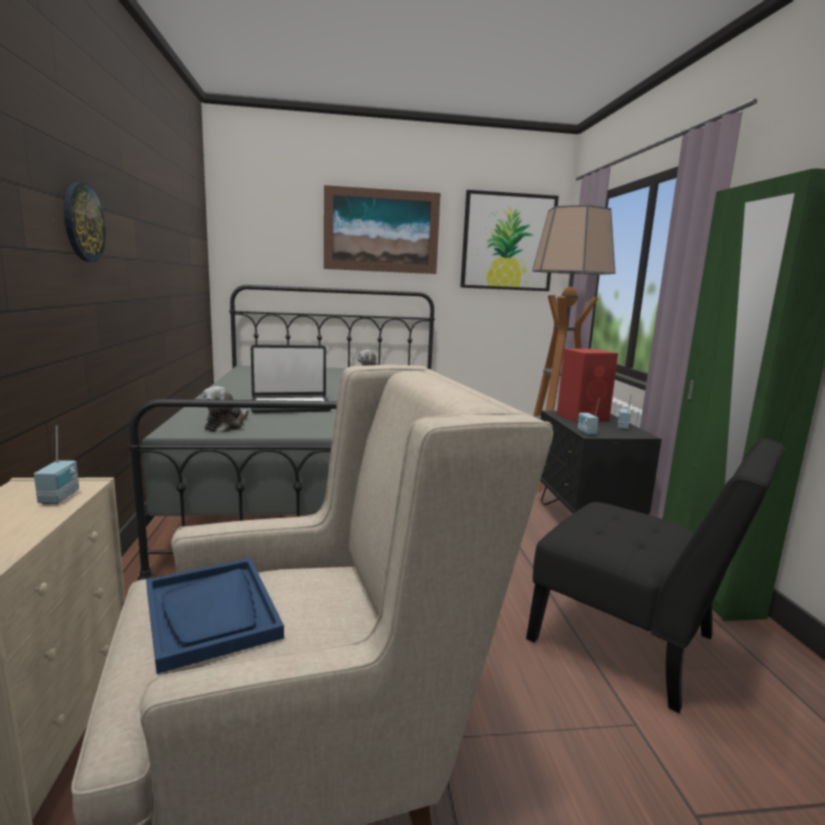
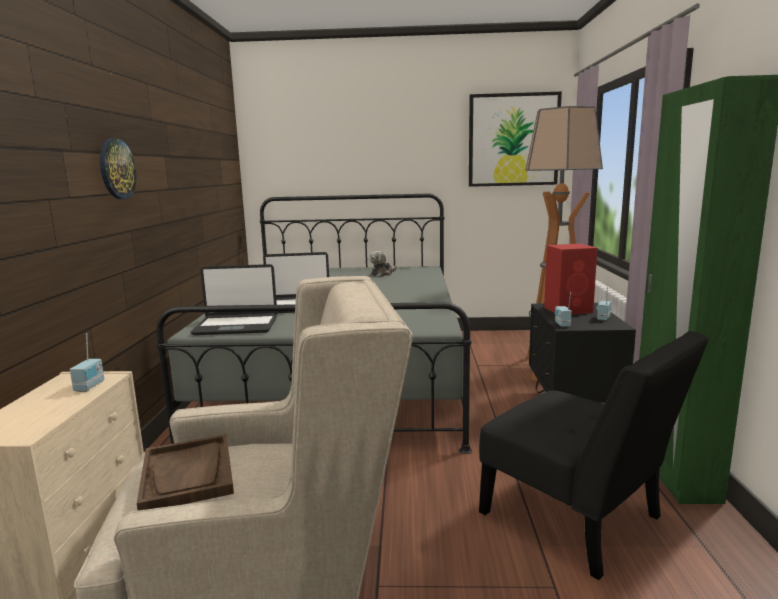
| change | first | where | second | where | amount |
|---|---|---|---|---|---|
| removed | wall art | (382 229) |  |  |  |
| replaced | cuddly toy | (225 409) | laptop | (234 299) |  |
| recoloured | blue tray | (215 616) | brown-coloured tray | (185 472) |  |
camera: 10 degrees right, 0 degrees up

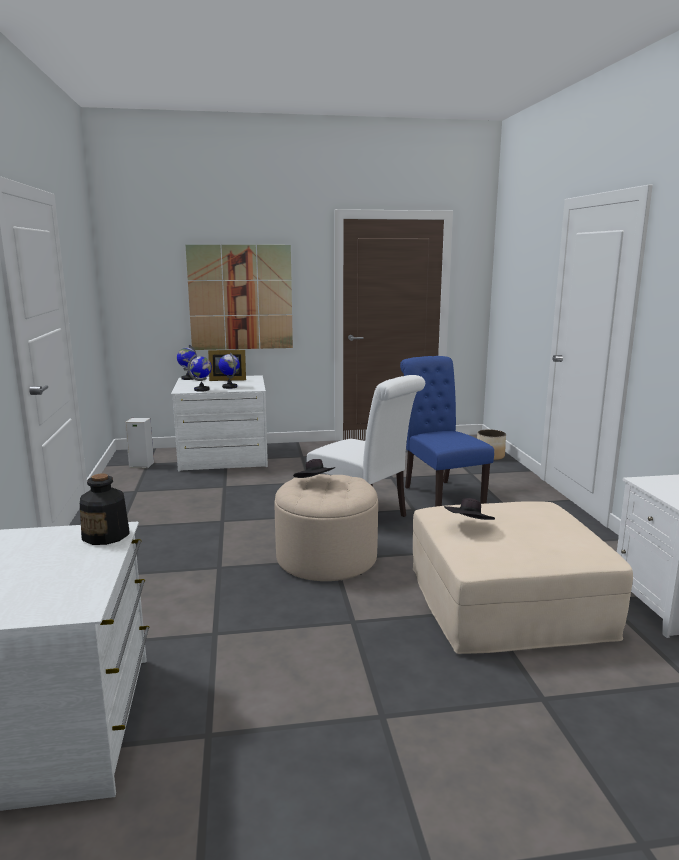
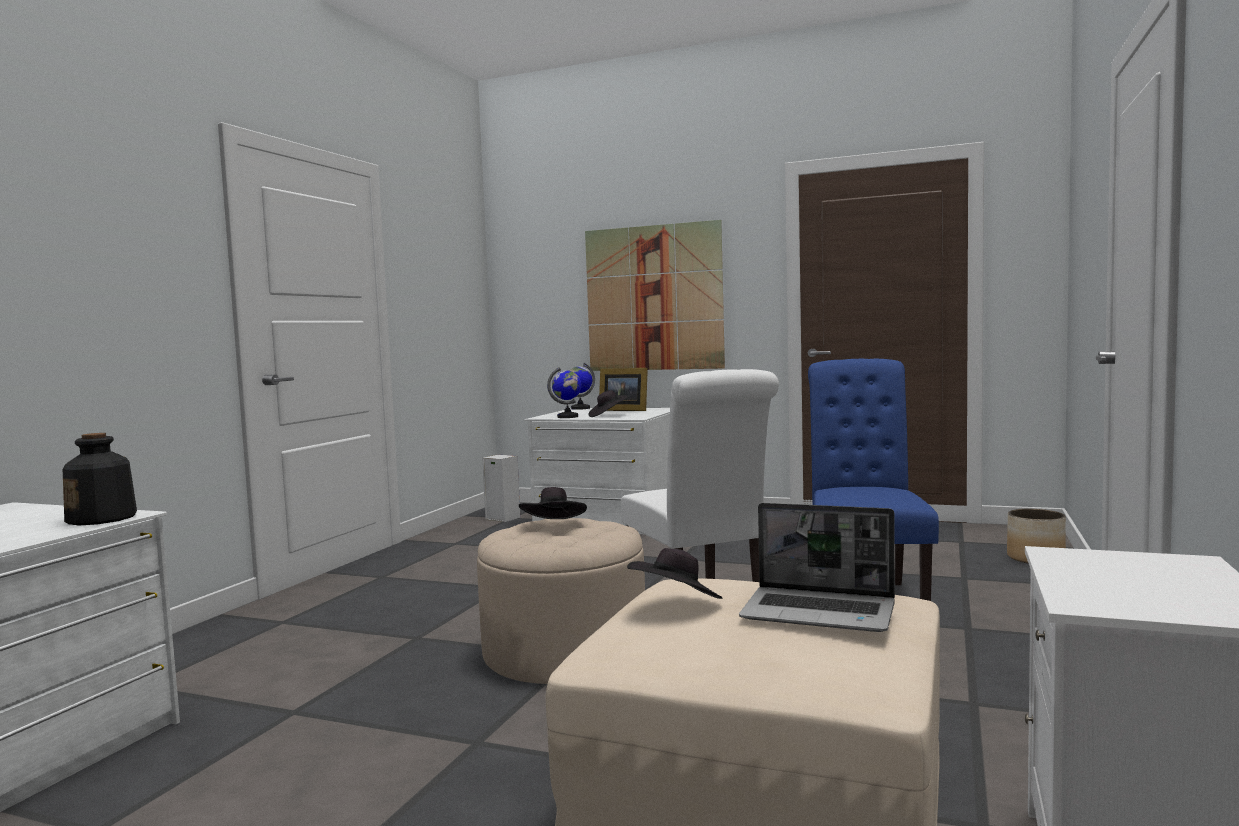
| change | first | where | second | where | amount |
|---|---|---|---|---|---|
| replaced | desk globe | (229 370) | black hat | (608 403) |  |
| added |  |  | laptop | (817 567) |  |
camera: 30 degrees right, 10 degrees down

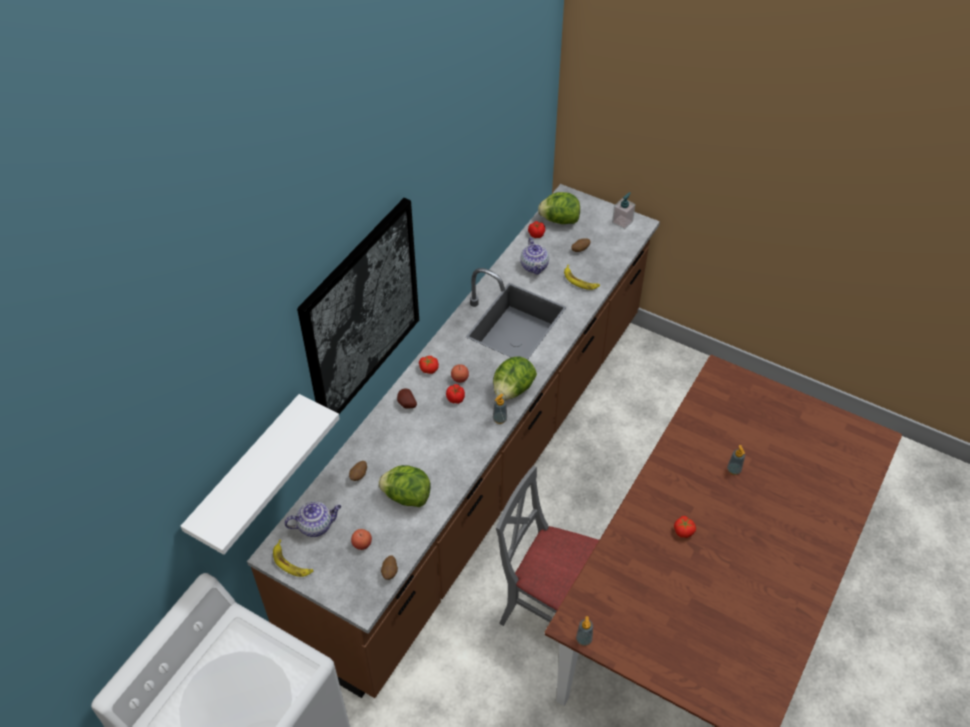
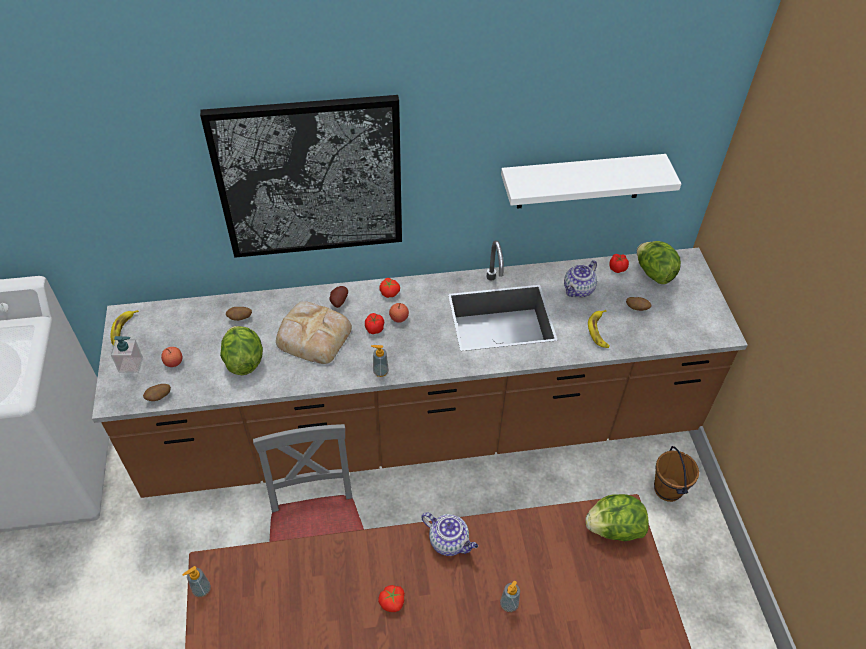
| change | first | where | second | where | amount |
|---|---|---|---|---|---|
| moved | soap bottle | (624 211) |  | (127 354) |  |
| moved | lettuce head | (515 378) |  | (617 517) |  |
| moved | white bracket shelf | (260 474) |  | (591 181) |  |
| moved | teapot | (312 519) |  | (450 534) |  |
| added |  |  | bread | (314 332) |  |
| added |  |  | brown-coloured water bucket | (676 474) |  |
camera: 50 degrees right, 0 degrees up

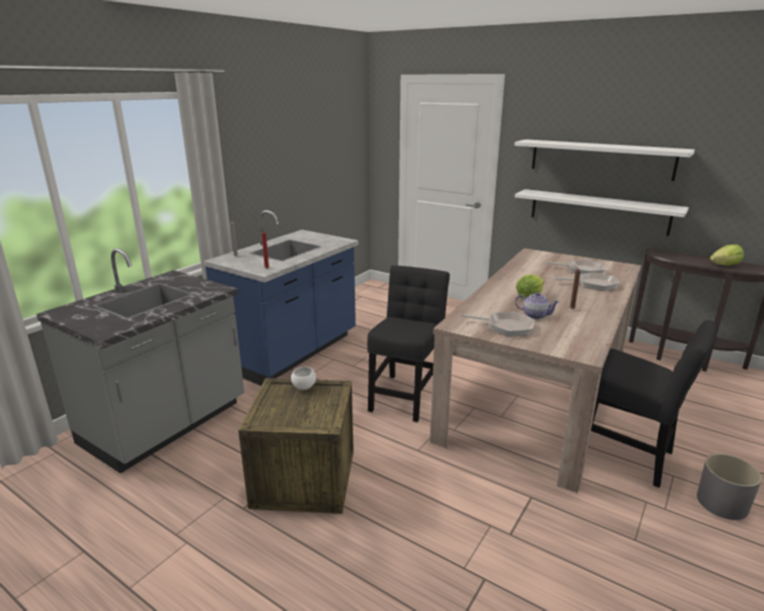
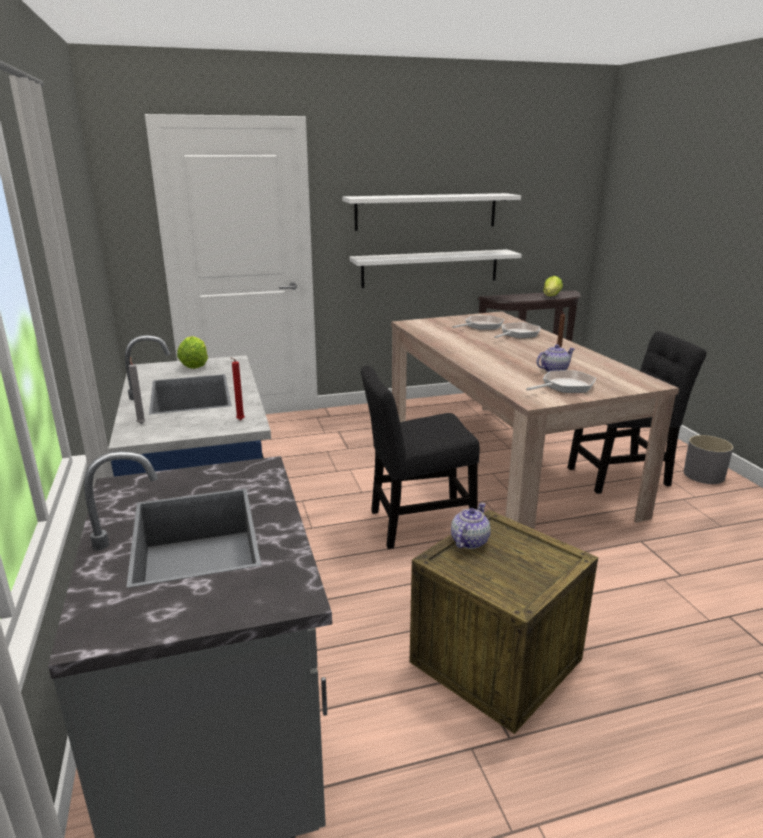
| change | first | where | second | where | amount |
|---|---|---|---|---|---|
| turned | black upright chair | (408 343) |  | (420 457) | 75 degrees counterclockwise |
| moved | lettuce head | (530 286) |  | (192 352) |  |
| replaced | white bowl | (303 378) | teapot | (471 526) |  |
camera: 50 degrees left, 0 degrees up

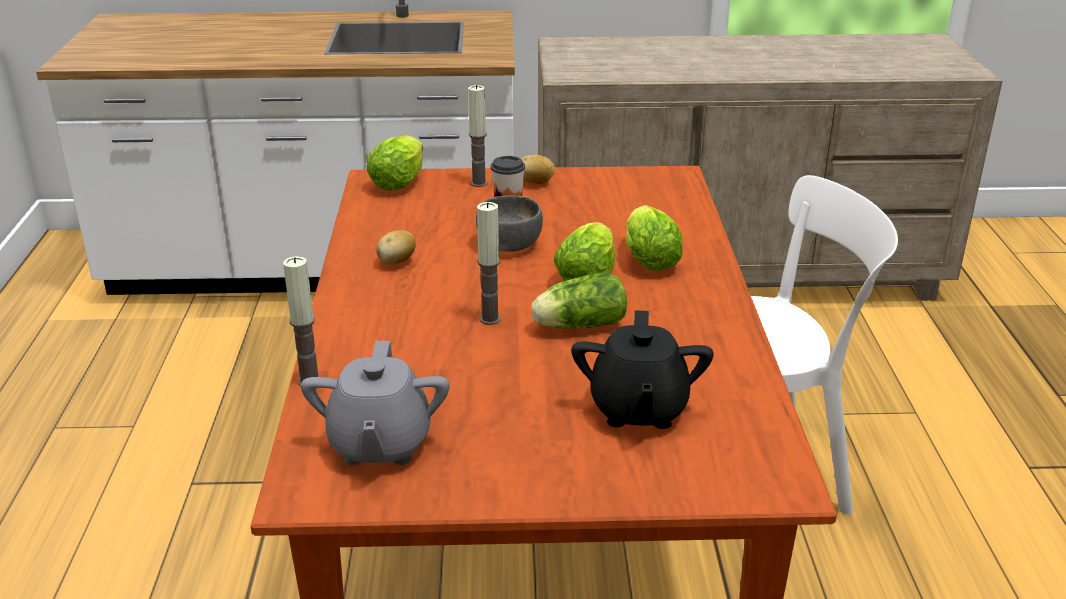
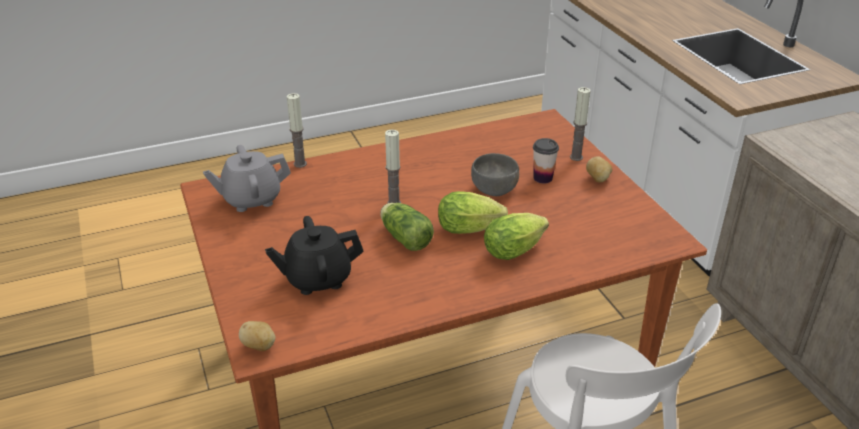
| change | first | where | second | where | amount |
|---|---|---|---|---|---|
| removed | lettuce head | (394 163) |  |  |  |
| moved | whole potato | (396 247) |  | (257 336) |  |
camera: 70 degrees right, 5 degrees up

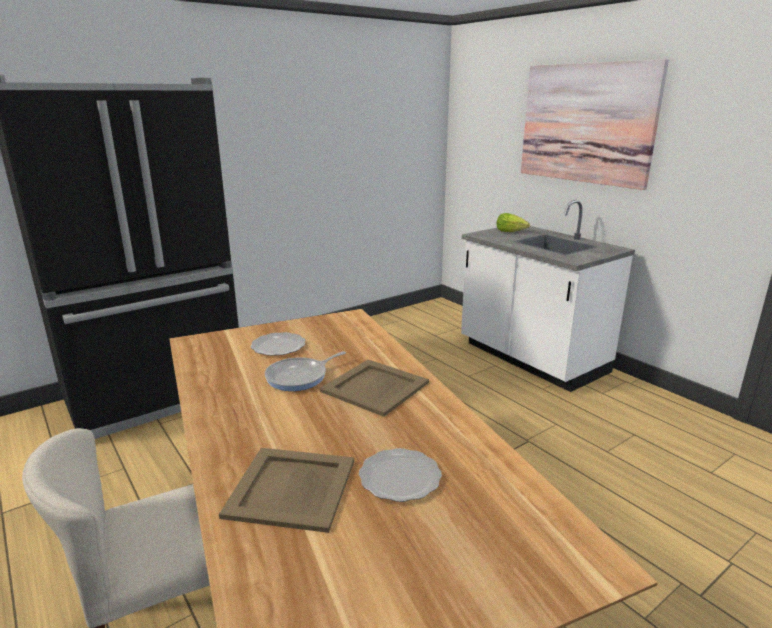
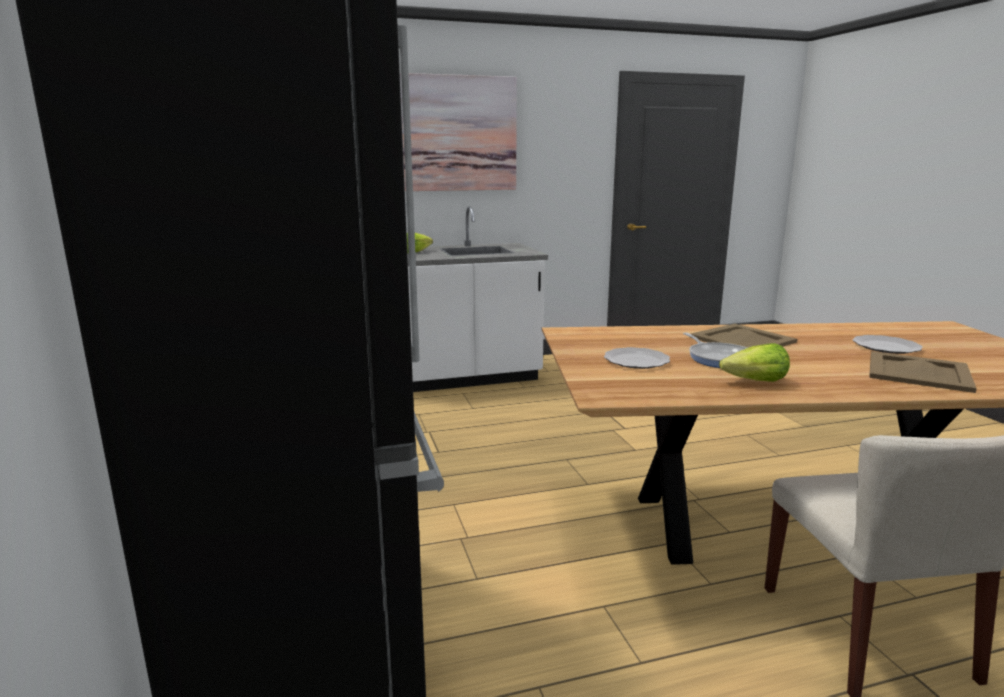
| change | first | where | second | where | amount |
|---|---|---|---|---|---|
| added |  |  | lettuce head | (754 362) |  |
camera: 70 degrees left, 5 degrees down

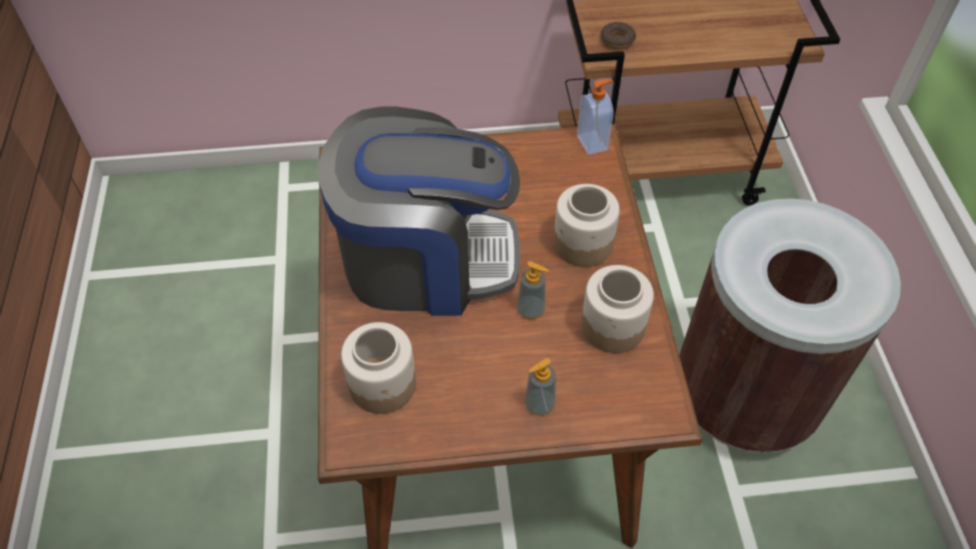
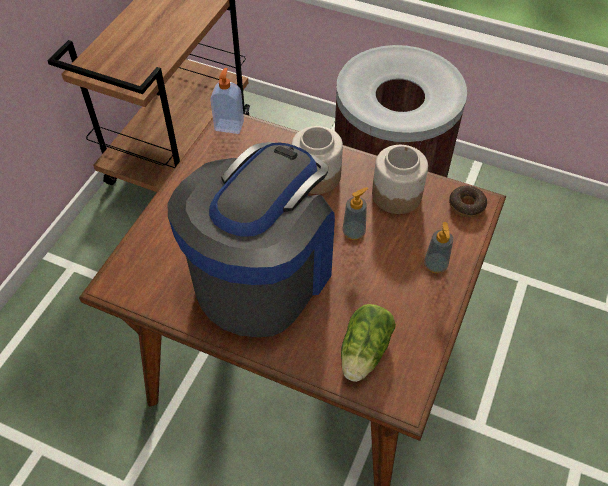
| change | first | where | second | where | amount |
|---|---|---|---|---|---|
| moved | donut | (618 35) |  | (468 201) |  |
| replaced | jar | (378 368) | lettuce head | (368 343) |  |
camera: 60 degrees left, 0 degrees up

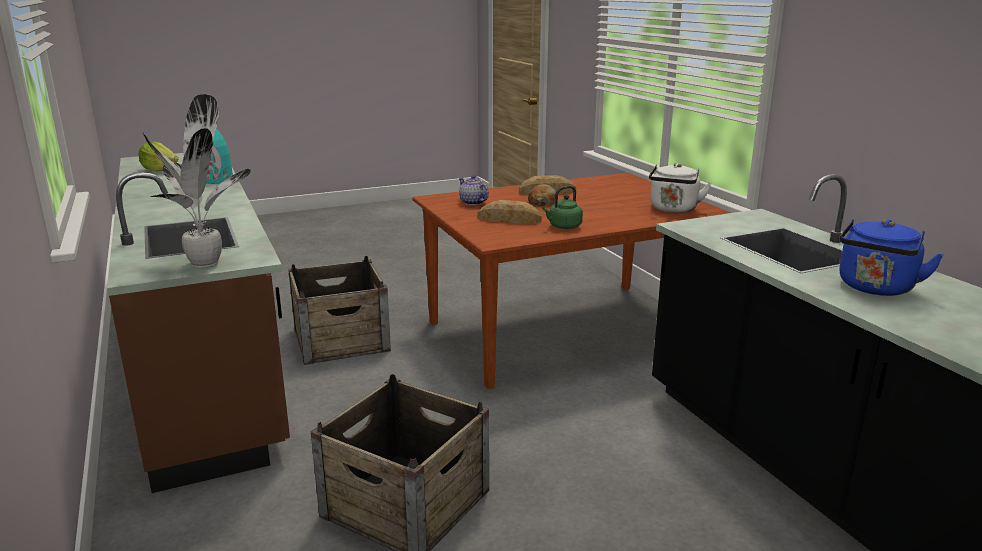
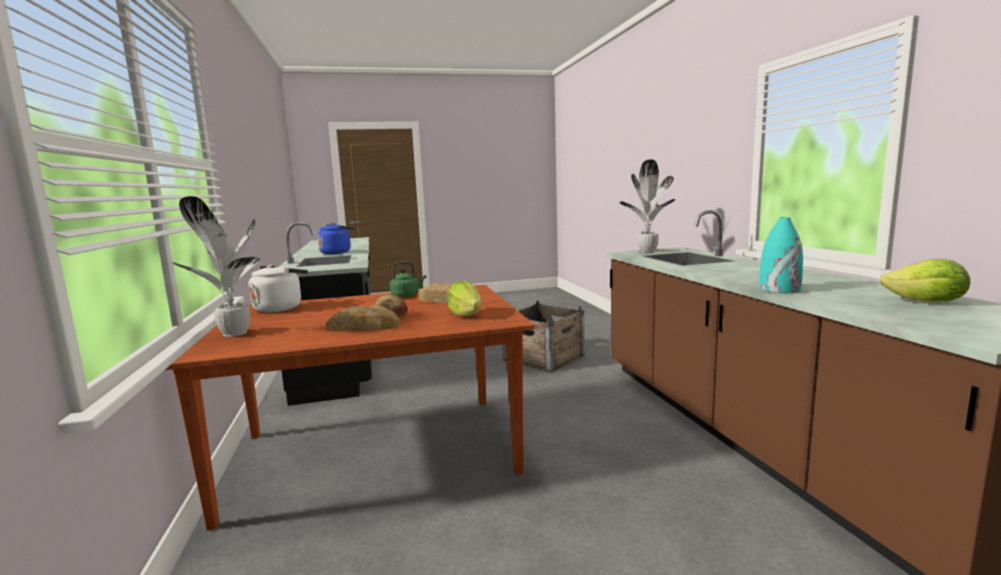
| change | first | where | second | where | amount |
|---|---|---|---|---|---|
| replaced | teapot | (474 190) | lettuce head | (464 299) |  |
| removed | shipping crate | (339 310) |  |  |  |
| added |  |  | plant in a pot | (216 266) |  |
camera: 170 degrees left, 10 degrees down

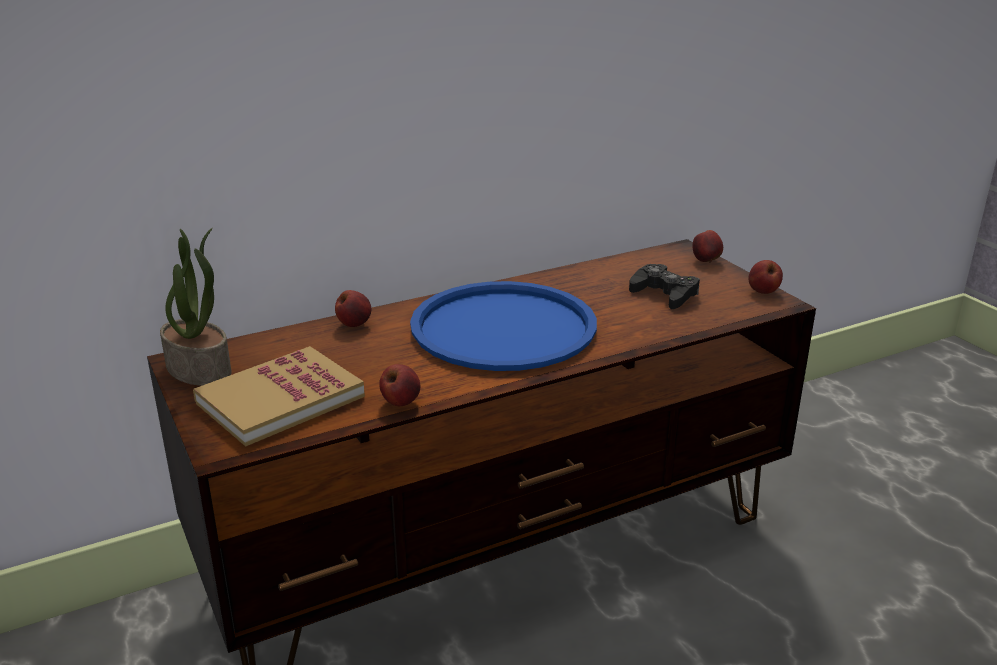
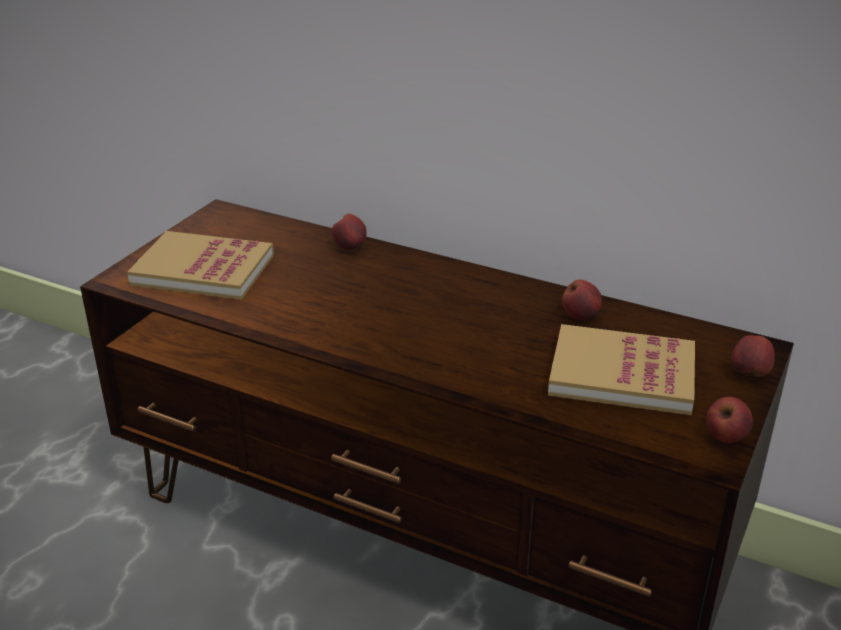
| change | first | where | second | where | amount |
|---|---|---|---|---|---|
| removed | plant in a pot | (196 307) |  |  |  |
| replaced | black gamepad | (664 286) | volume | (621 369) |  |
| removed | blue tray | (503 326) |  |  |  |
| moved | apple fruit | (399 385) |  | (582 299) |  |
camera: 55 degrees right, 5 degrees up

